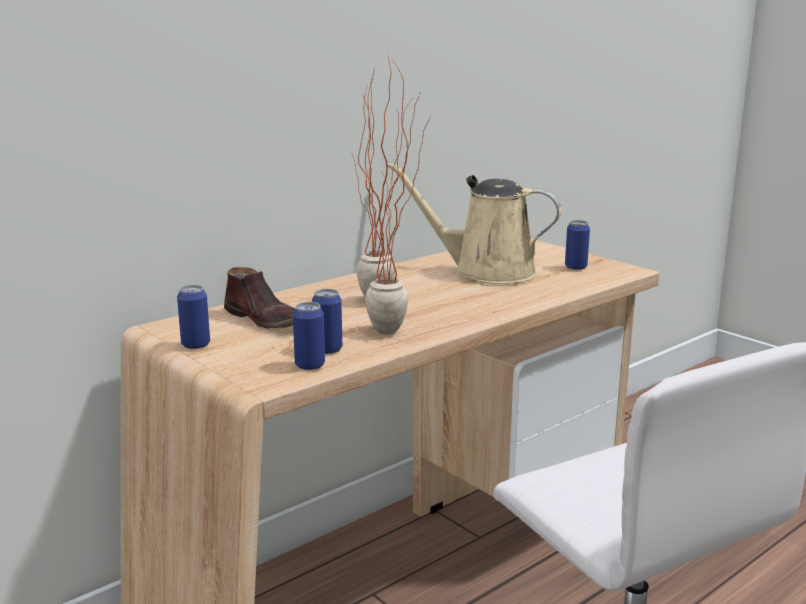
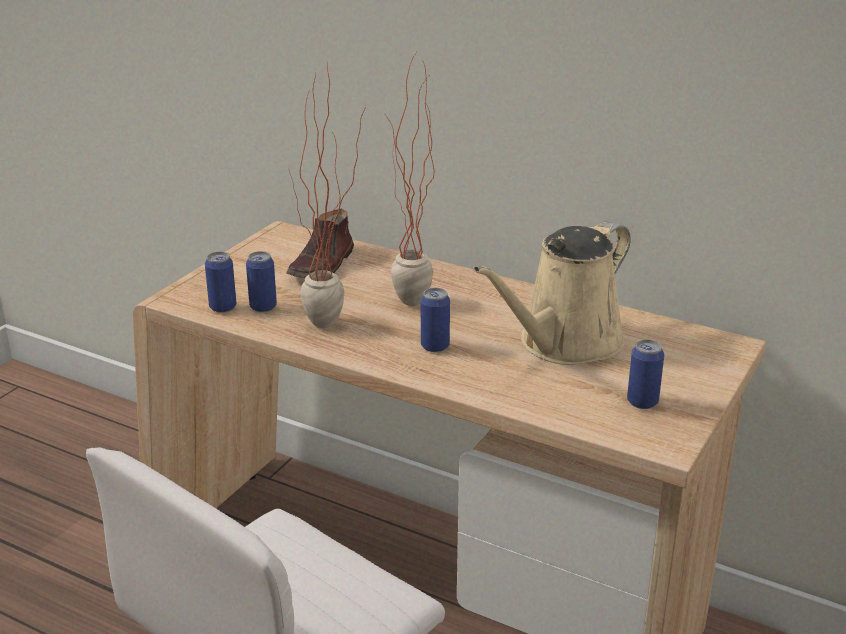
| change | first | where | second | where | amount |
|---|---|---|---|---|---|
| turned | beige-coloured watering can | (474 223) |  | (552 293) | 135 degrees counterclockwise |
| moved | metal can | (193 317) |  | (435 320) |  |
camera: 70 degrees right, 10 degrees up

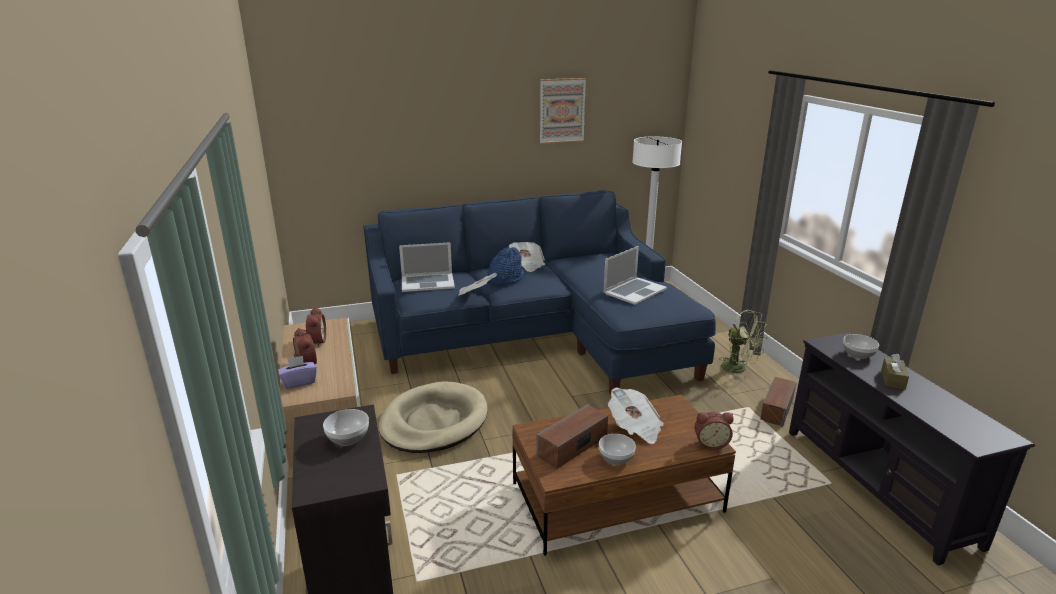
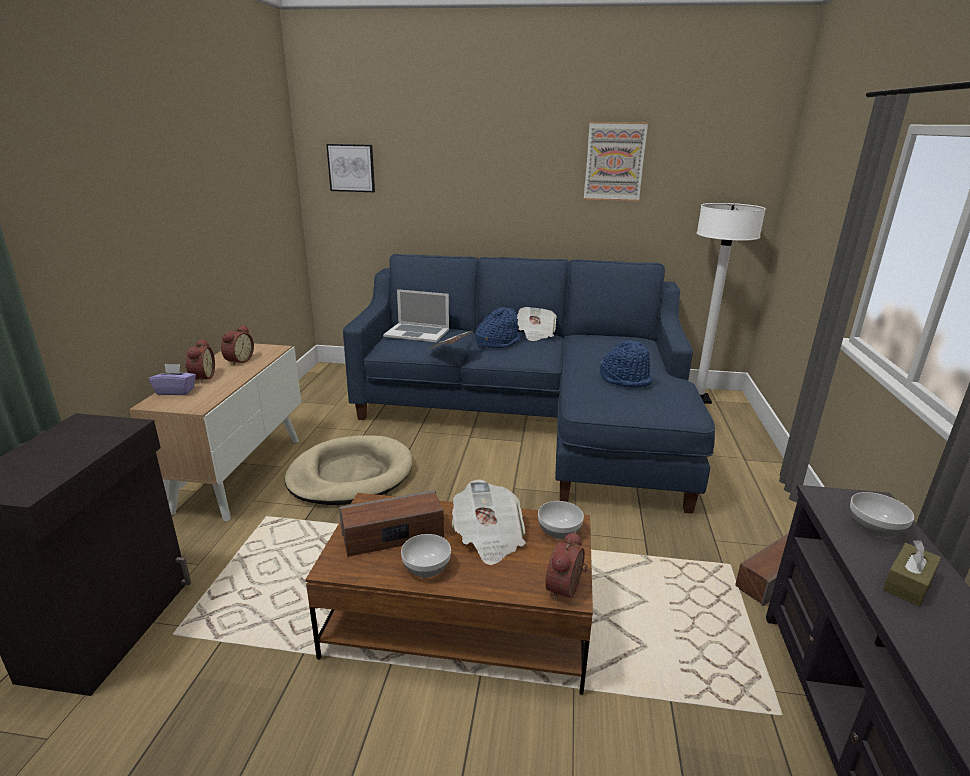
| change | first | where | second | where | amount |
|---|---|---|---|---|---|
| replaced | laptop | (635 275) | blue hat | (626 364) |  |
| removed | green fan | (743 344) |  |  |  |
| moved | bowl | (346 427) |  | (561 520) |  |
| turned | alarm clock | (714 431) |  | (566 566) | 90 degrees clockwise |
| added |  |  | wall art | (350 168) |  |
camera: 25 degrees right, 0 degrees up

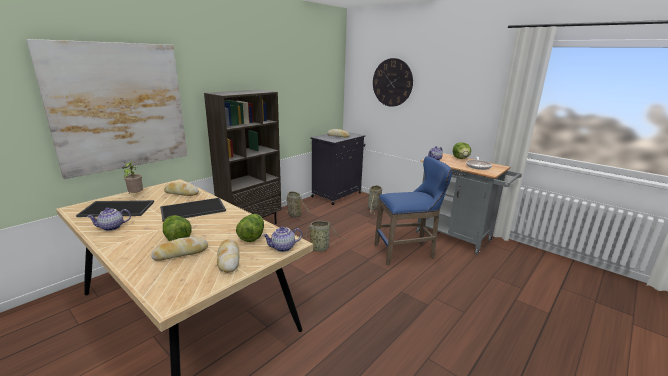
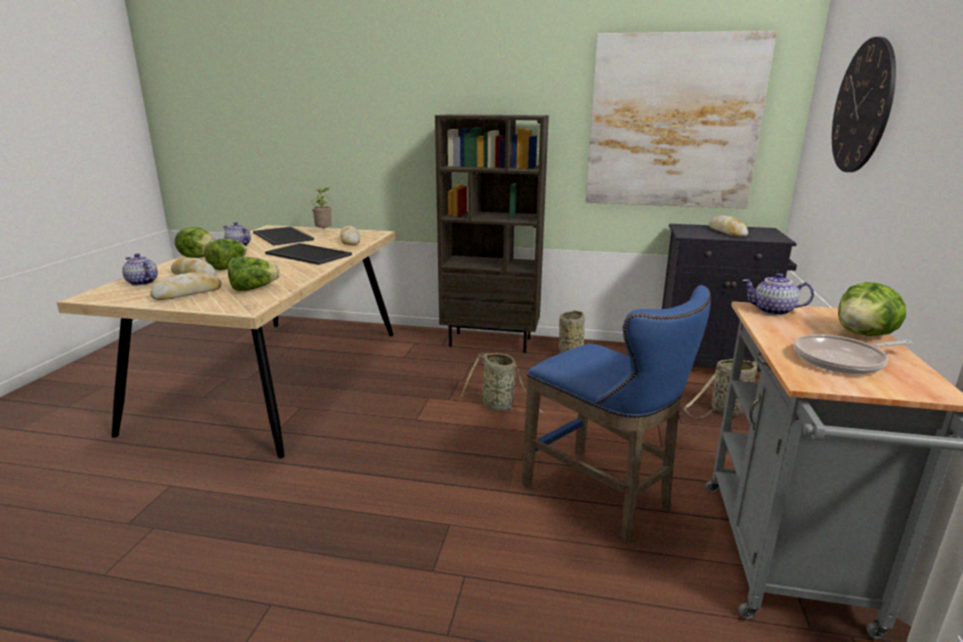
| change | first | where | second | where | amount |
|---|---|---|---|---|---|
| moved | wall art | (106 109) |  | (681 120) |  |
| moved | teapot | (282 239) |  | (140 269) |  |
| added |  |  | lettuce head | (194 242) |  |
camera: 60 degrees right, 0 degrees up

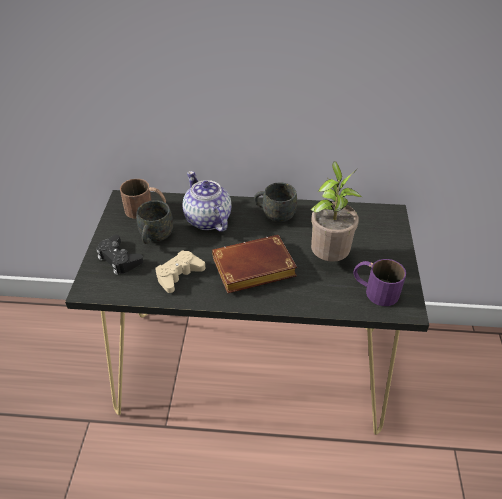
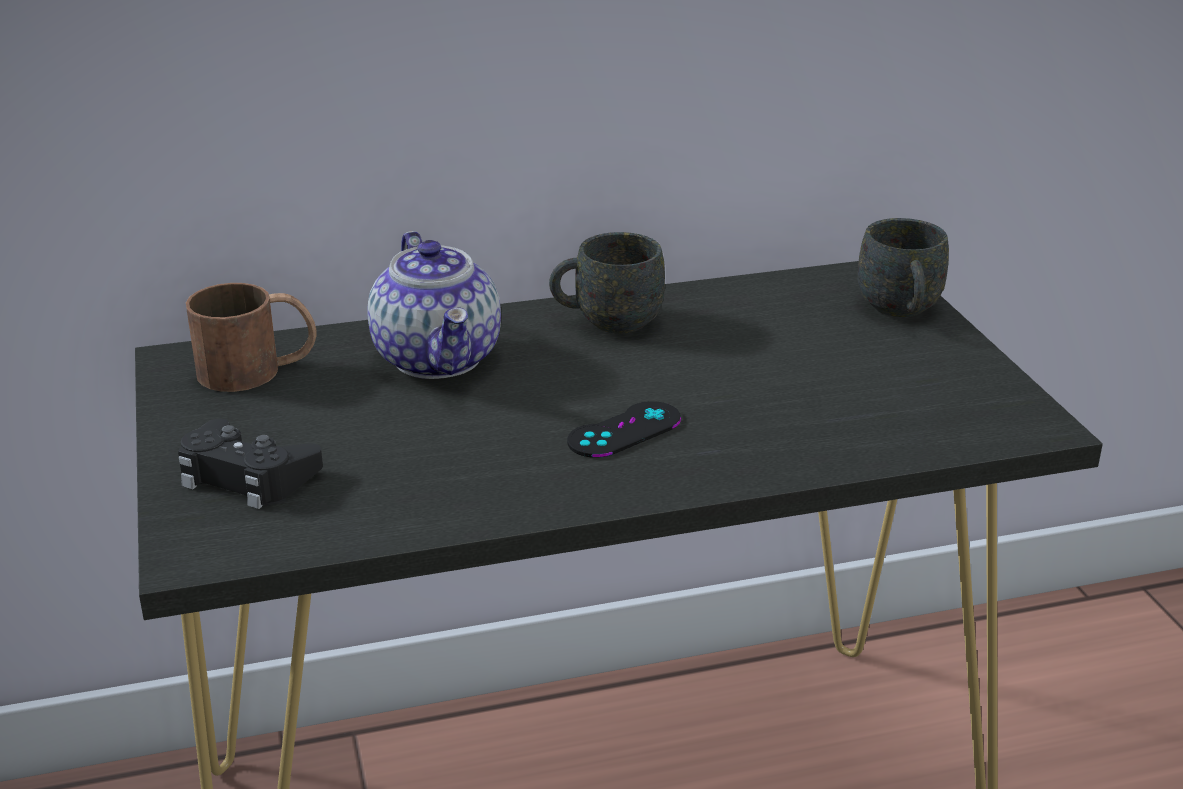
| change | first | where | second | where | amount |
|---|---|---|---|---|---|
| removed | plant in a pot | (336 211) |  |  |  |
| turned | teapot | (207 201) |  | (434 305) | 150 degrees counterclockwise |
| moved | gray coffee mug | (154 222) |  | (903 267) |  |
| replaced | brown-coloured volume | (254 264) | black gamepad | (624 429) |  |
| removed | beige-coloured gamepad | (180 271) |  |  |  |
| removed | purplish coffee mug | (379 282) |  |  |  |
camera: 20 degrees left, 15 degrees down

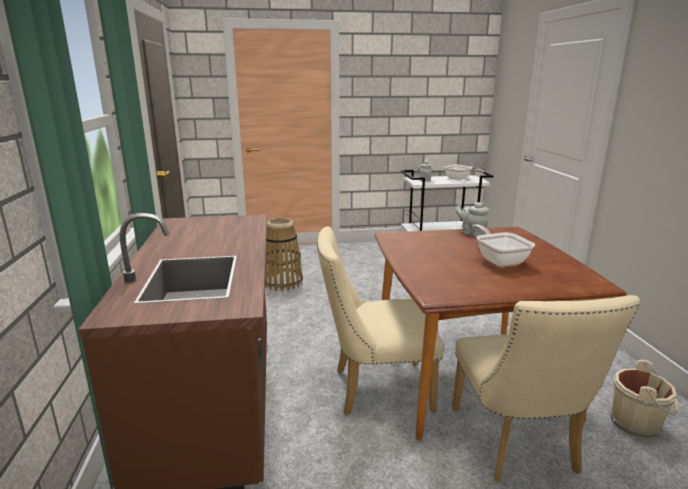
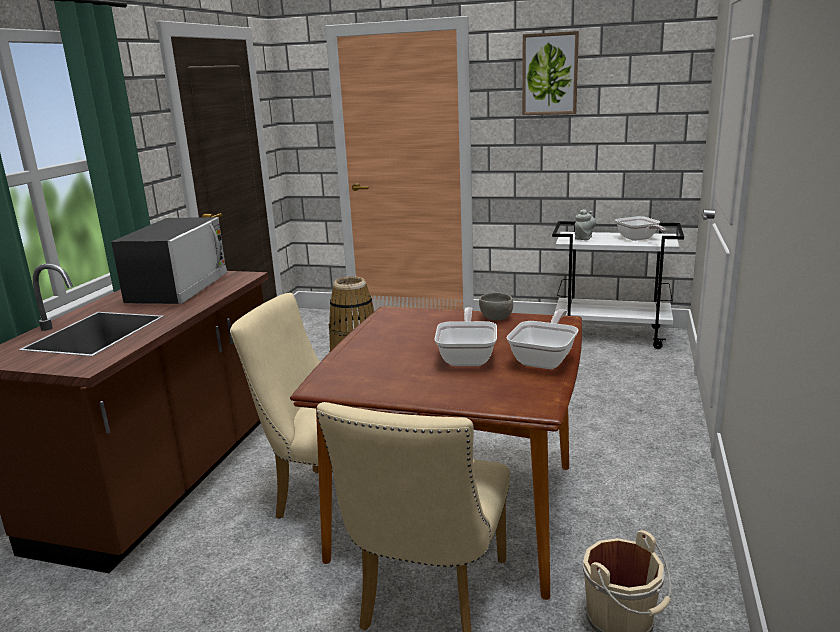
| change | first | where | second | where | amount |
|---|---|---|---|---|---|
| replaced | gray teapot | (472 219) | gray bowl | (496 306) |  |
| added |  |  | wall art | (550 73) |  |
| added |  |  | kitchen microwave | (169 260) |  |
| added |  |  | skillet | (542 339) |  |
camera: 25 degrees right, 0 degrees up

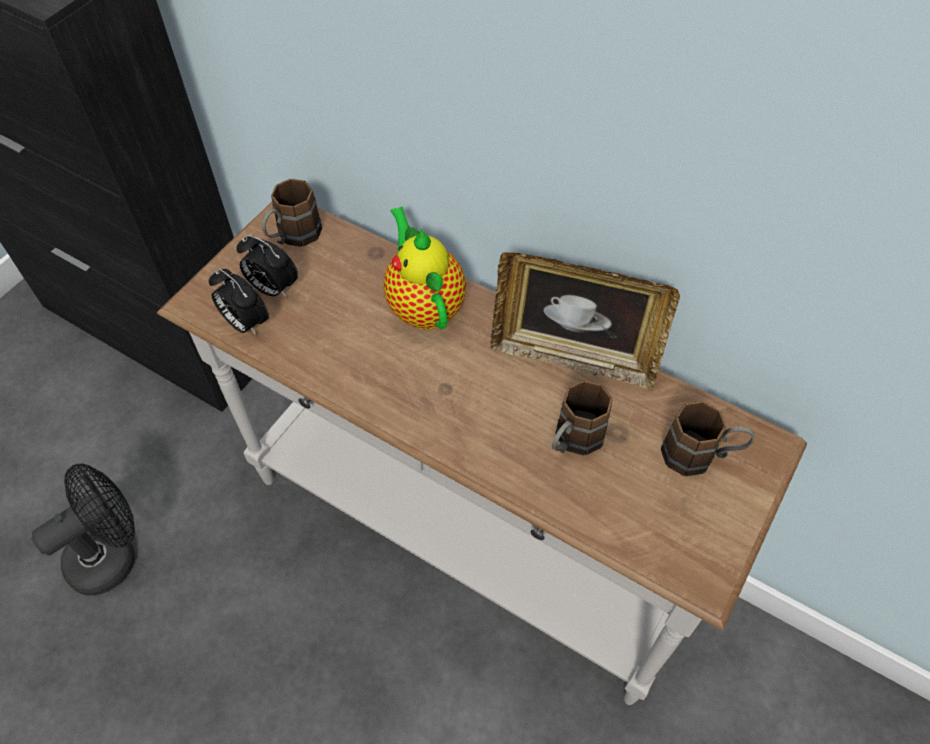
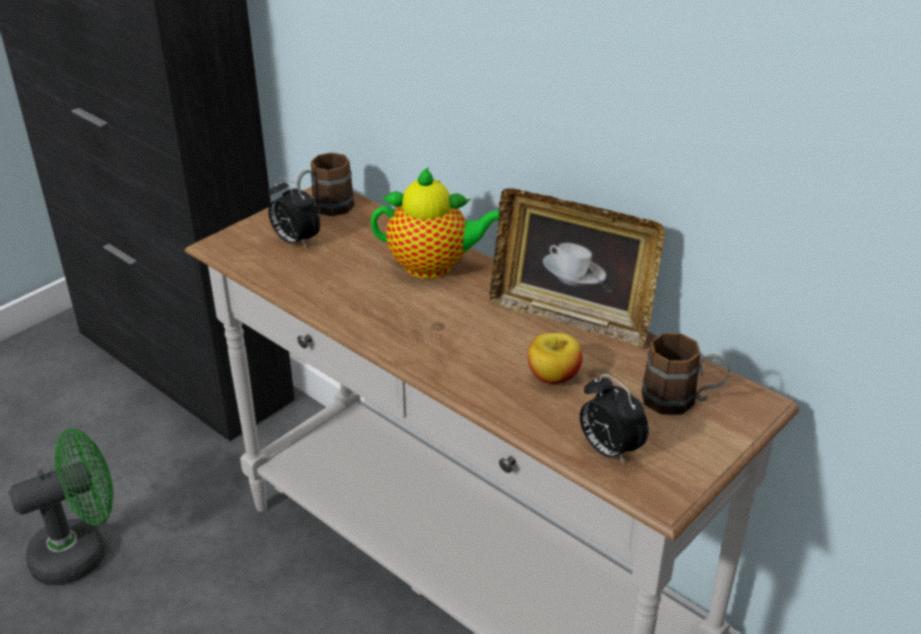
| change | first | where | second | where | amount |
|---|---|---|---|---|---|
| turned | teapot | (424 268) |  | (434 223) | 105 degrees clockwise |
| moved | alarm clock | (239 302) |  | (614 419) |  |
| replaced | brown-coloured coffee mug | (582 417) | apple fruit | (555 358) |  |
| recoloured | black fan | (83 530) | green fan | (61 506) |  |
camera: 10 degrees right, 20 degrees down

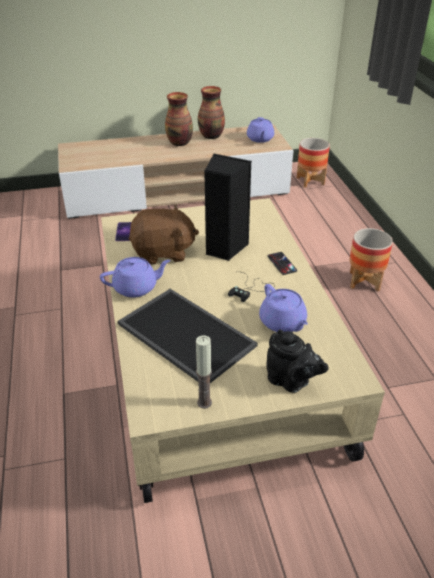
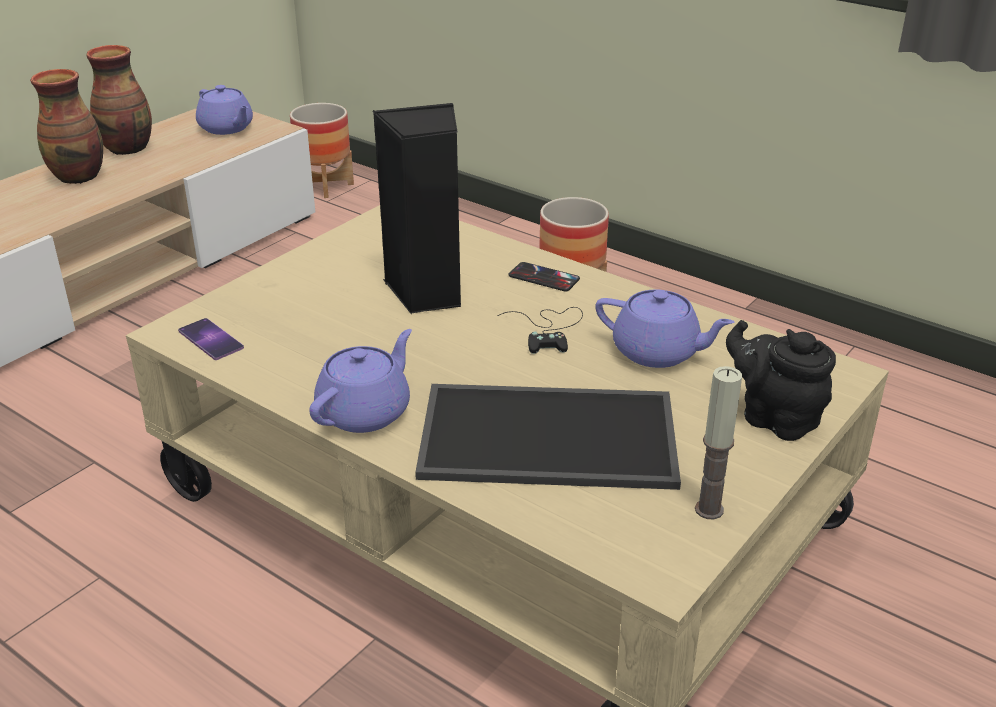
| change | first | where | second | where | amount |
|---|---|---|---|---|---|
| removed | brown-coloured cuddly toy | (164 234) |  |  |  |
| turned | black teapot | (297 361) |  | (781 380) | 135 degrees counterclockwise |
camera: 40 degrees left, 5 degrees down

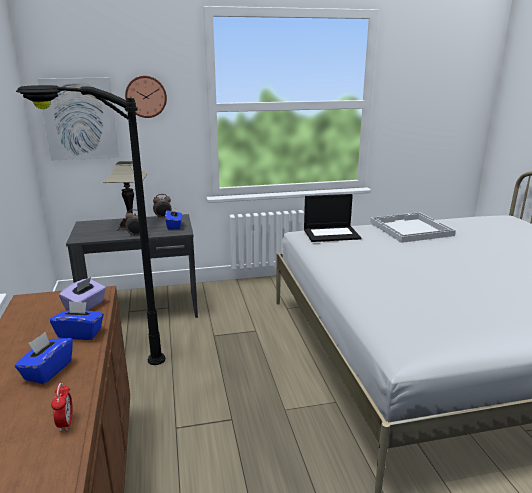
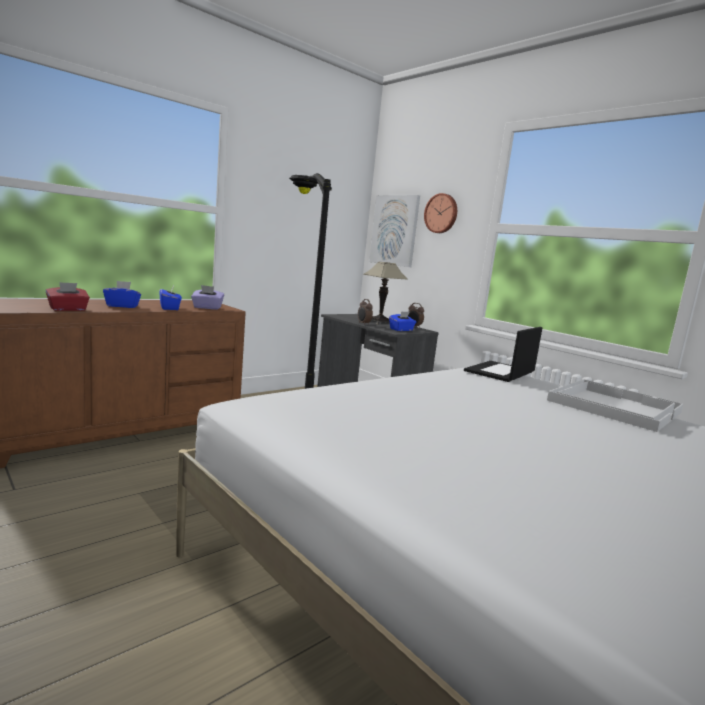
| change | first | where | second | where | amount |
|---|---|---|---|---|---|
| turned | laptop | (332 218) |  | (503 354) | 75 degrees clockwise |
| replaced | alarm clock | (62 407) | reddish tissue box | (68 296) |  |
camera: 60 degrees right, 10 degrees down

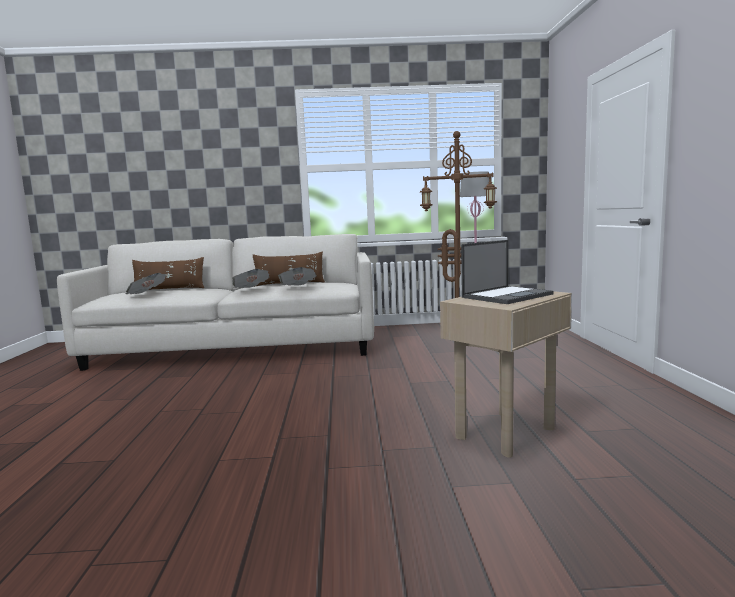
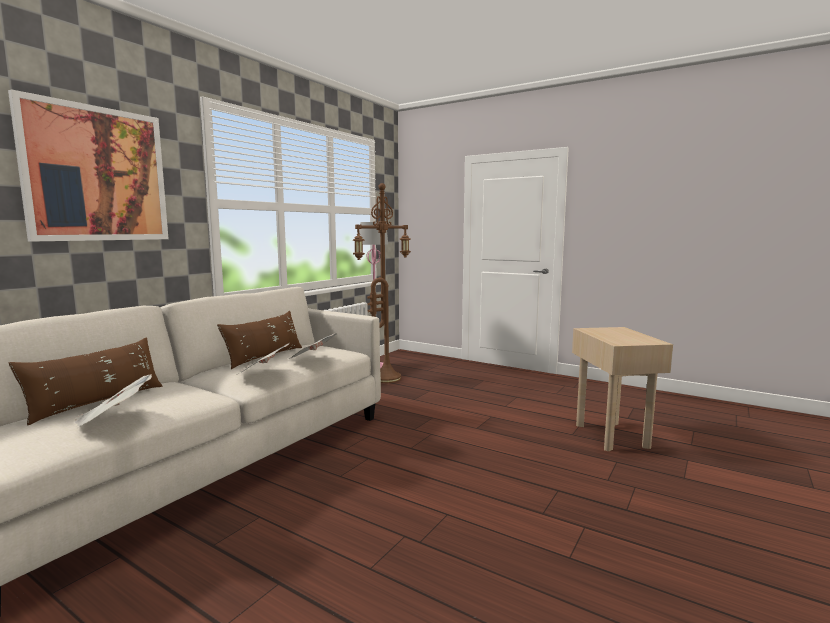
| change | first | where | second | where | amount |
|---|---|---|---|---|---|
| removed | laptop | (507 272) |  |  |  |
| added |  |  | wall art | (88 165) |  |
camera: 55 degrees left, 0 degrees up

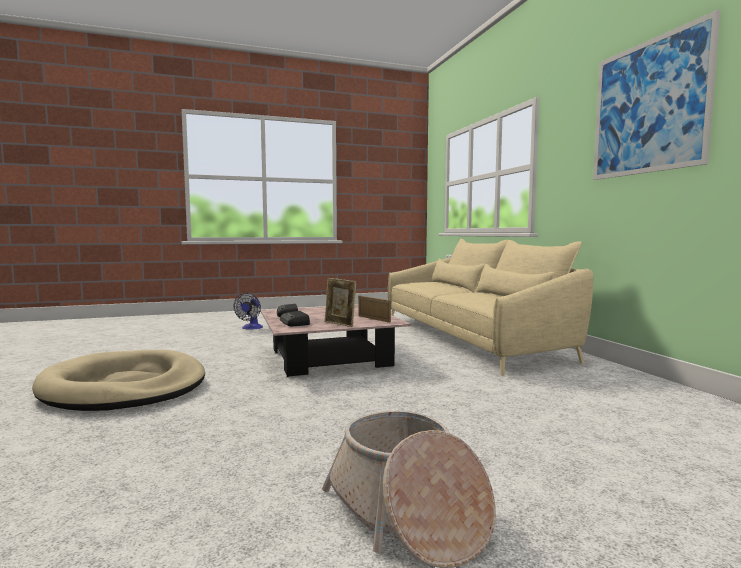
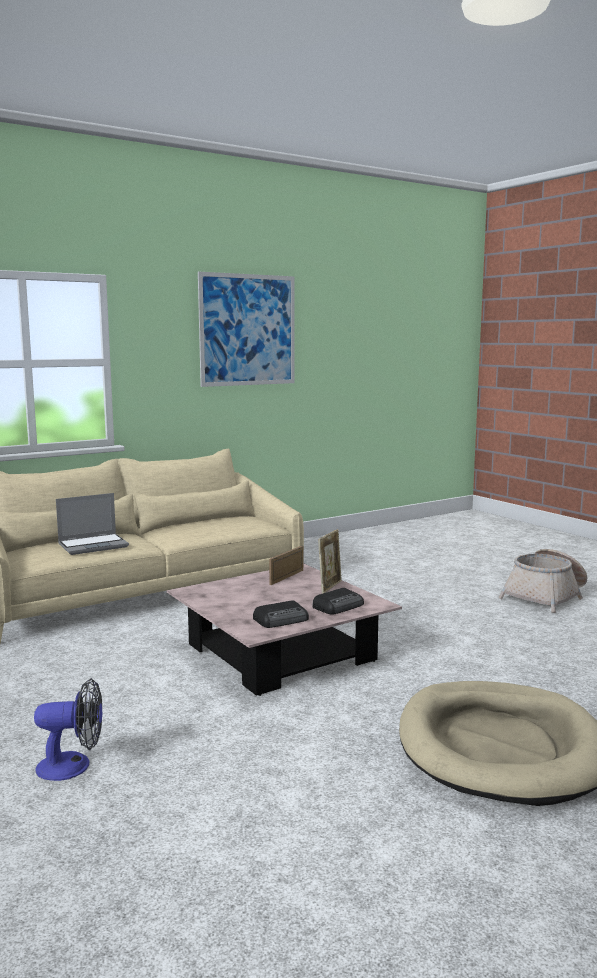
| change | first | where | second | where | amount |
|---|---|---|---|---|---|
| added |  |  | laptop | (92 524) |  |
camera: 105 degrees left, 5 degrees up

